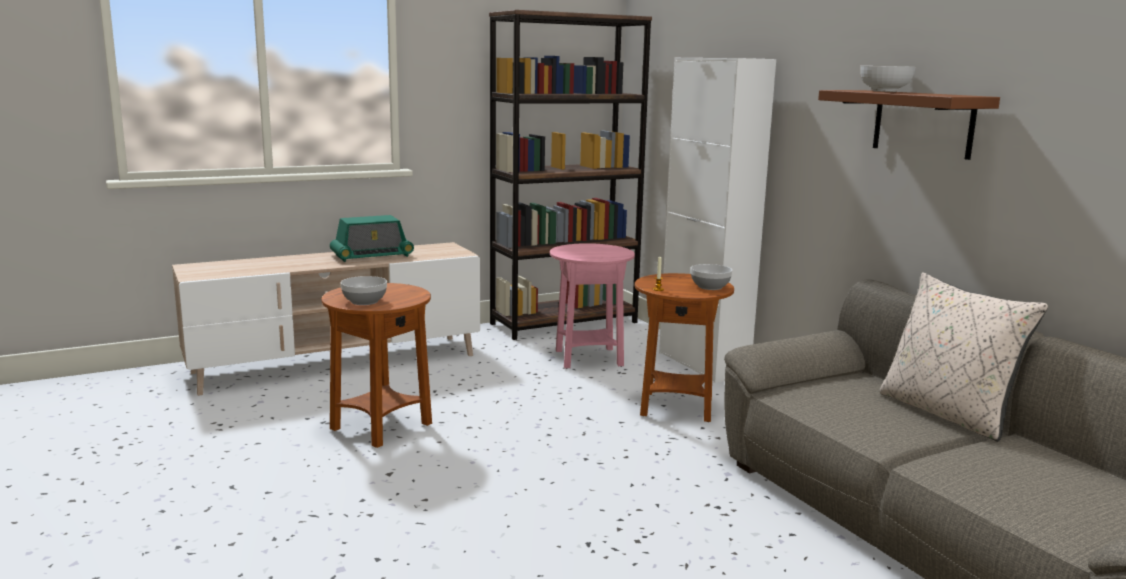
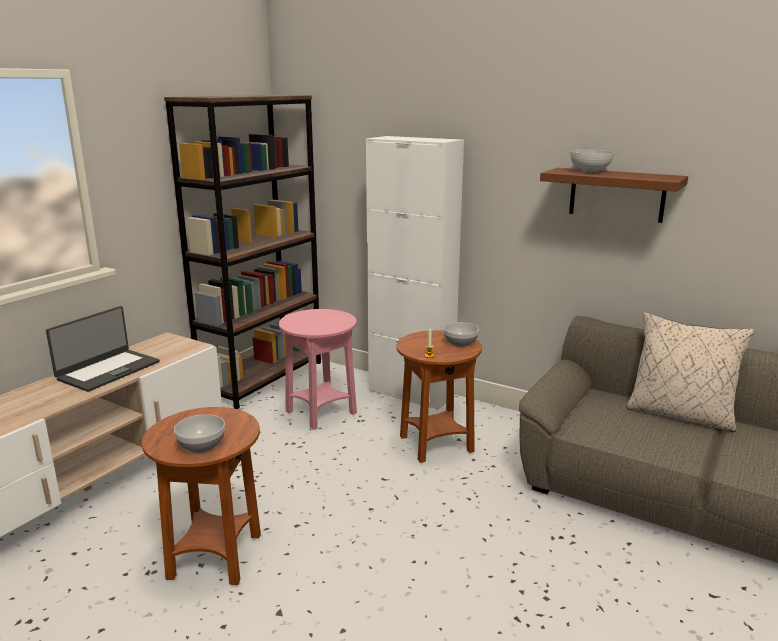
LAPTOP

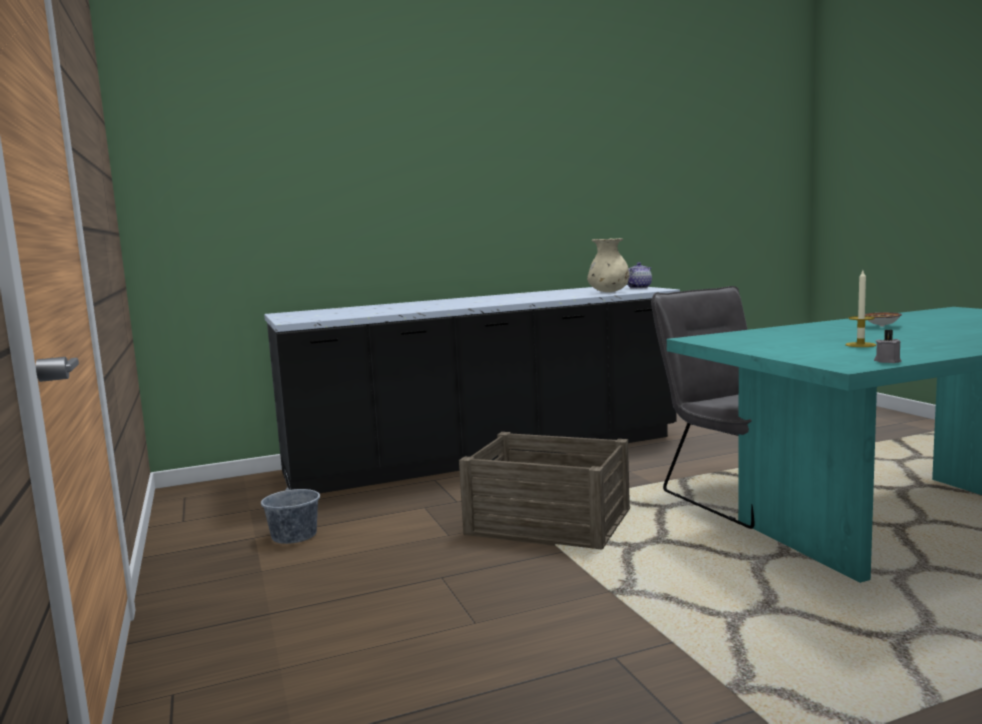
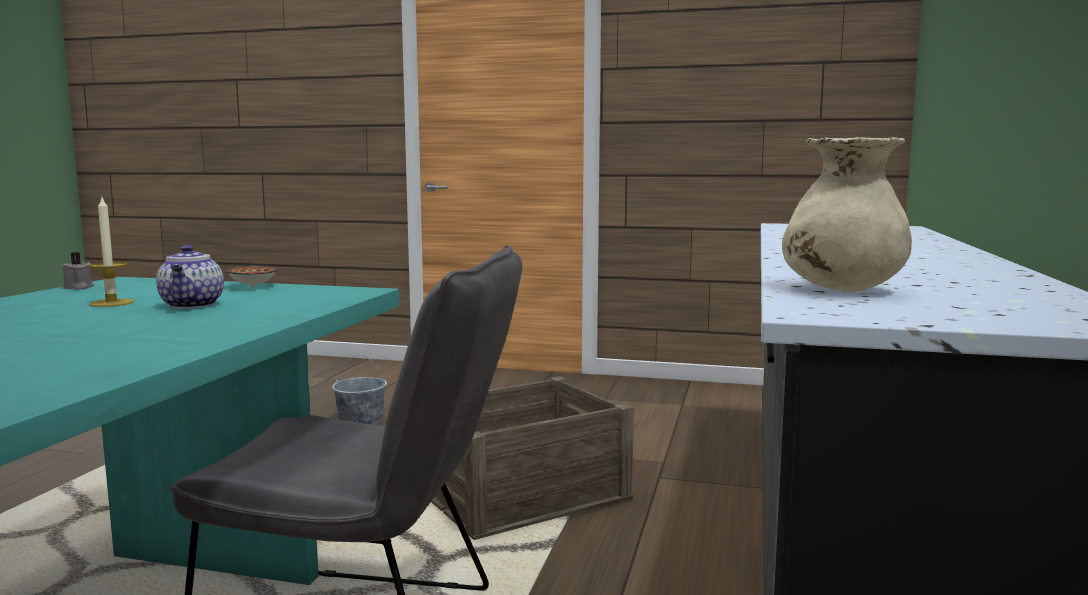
TEAPOT
BOWL
GREY BUCKET

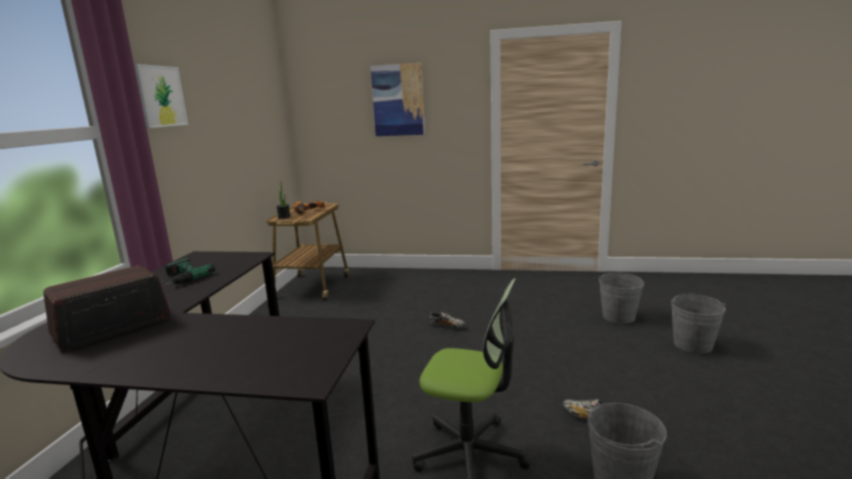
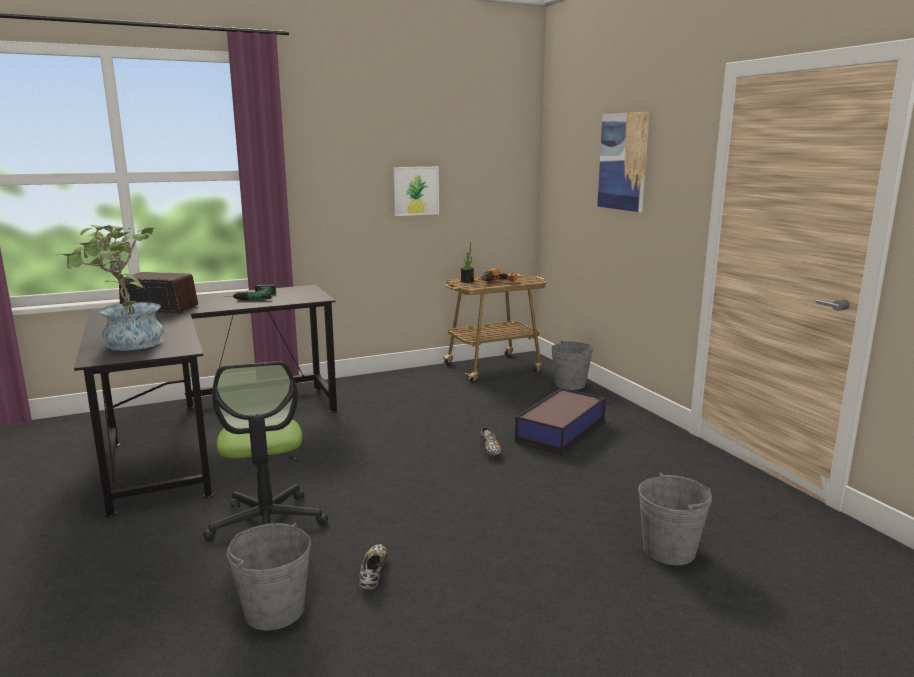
POTTED PLANT (no. 1 from left)
PICTURE (no. 1 from left)
STORAGE BOX
GREY BUCKET (no. 2 from left)

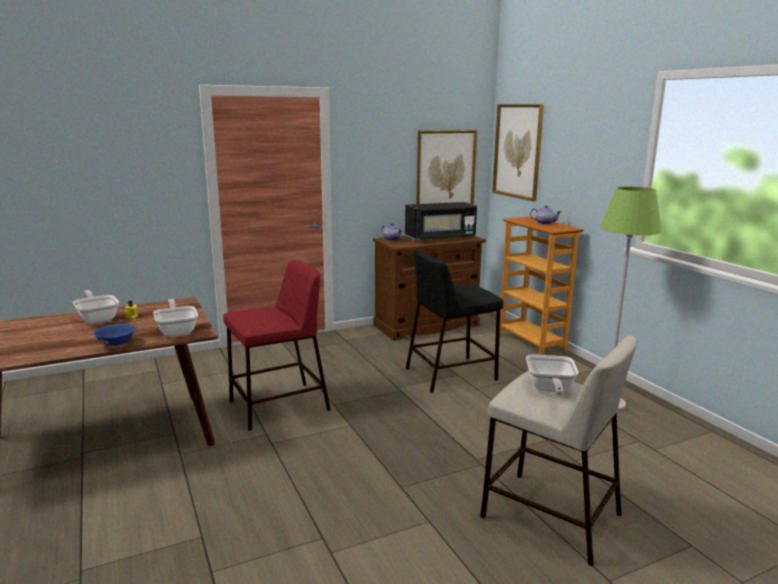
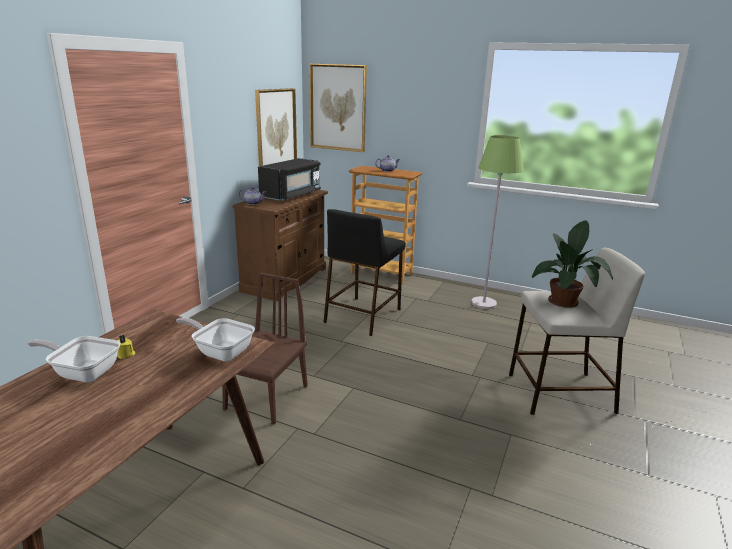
BROWN CHAIR
POTTED PLANT
BLUE BOWL

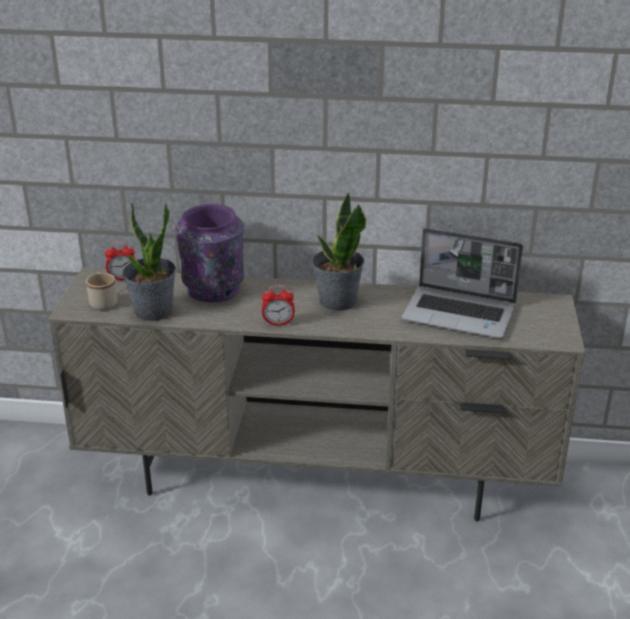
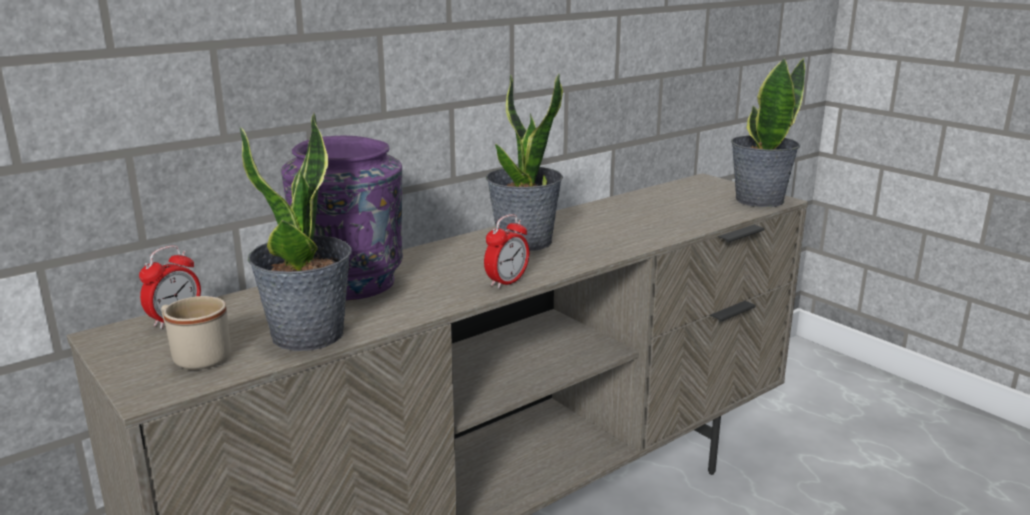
POTTED PLANT (no. 3 from left)
LAPTOP

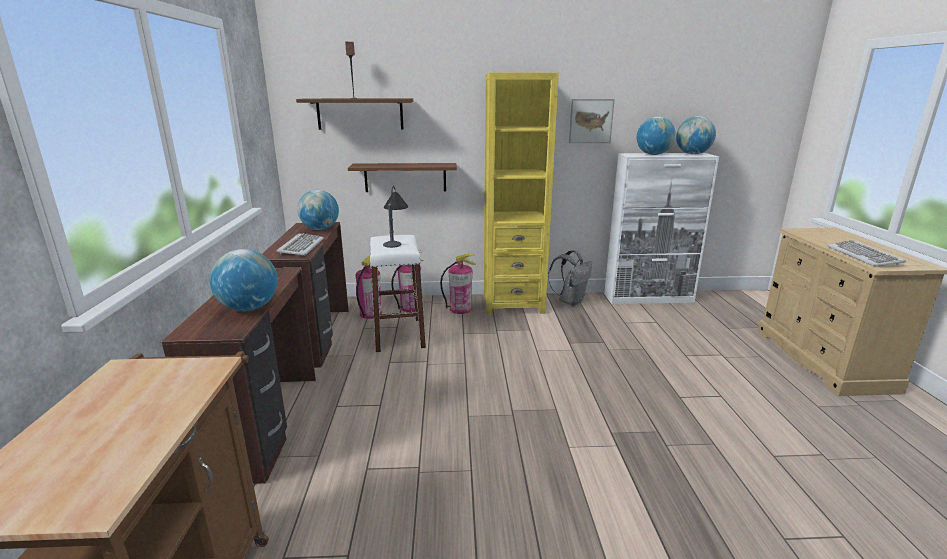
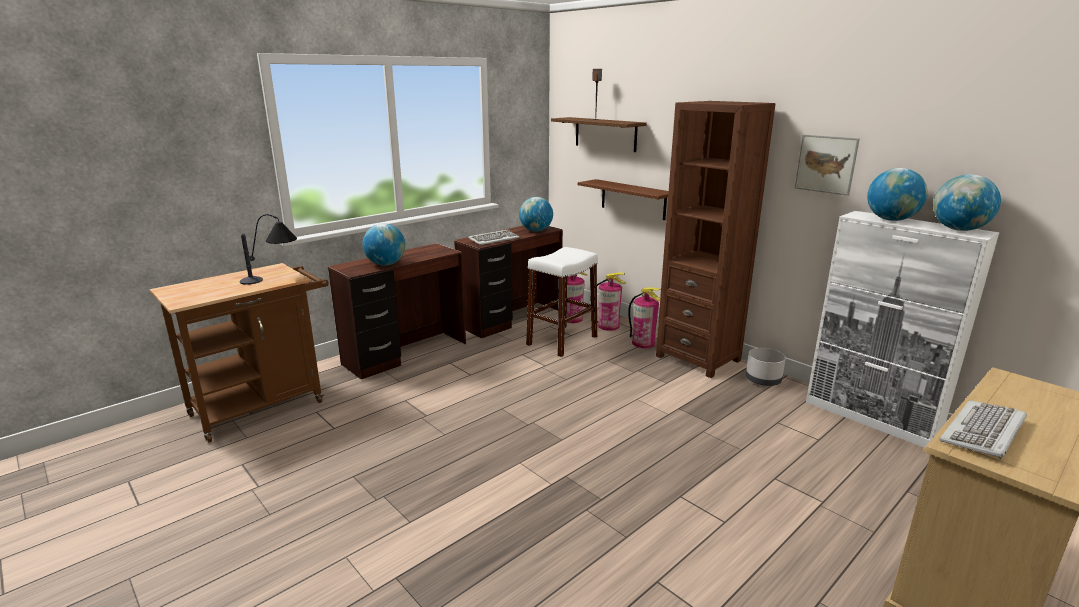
TABLE LAMP
BROWN BOOKCASE
GREY PLANTER

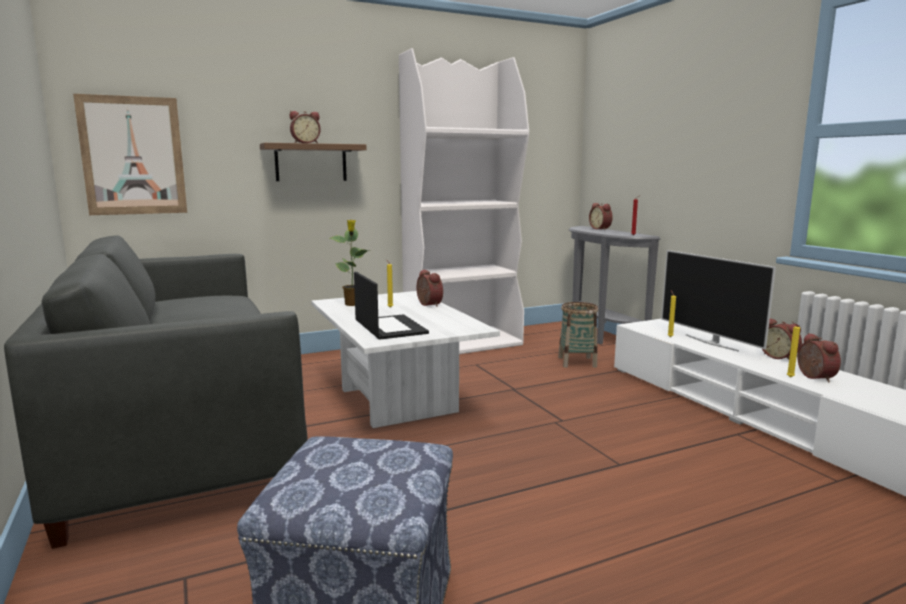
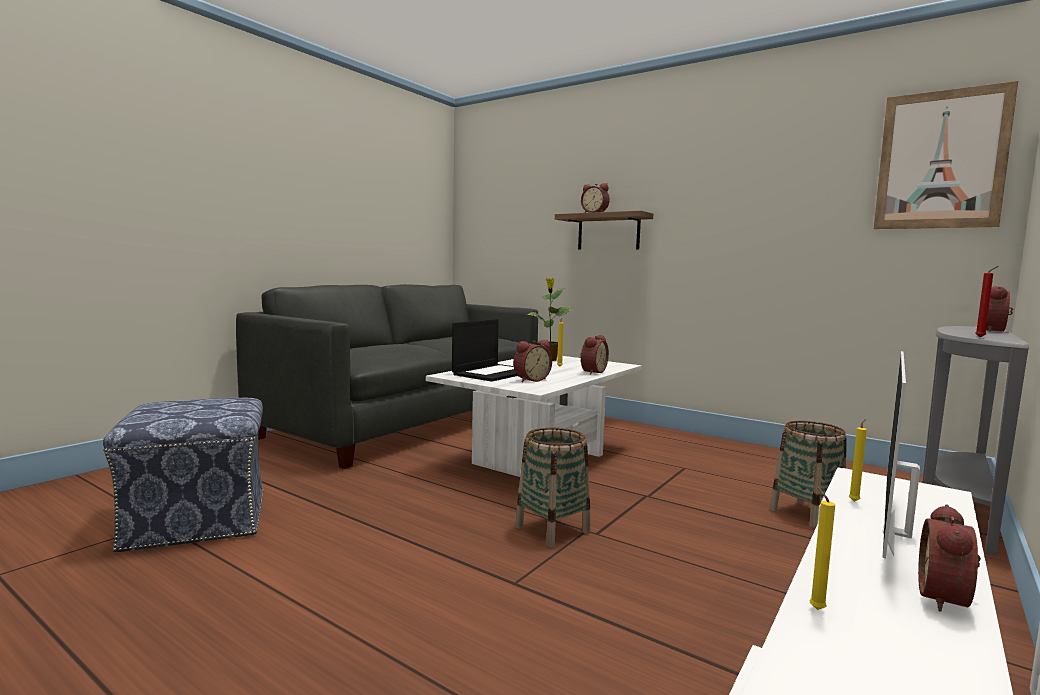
ALARM CLOCK (no. 1 from left)
BASKET (no. 1 from left)
PICTURE
WHITE BOOKCASE

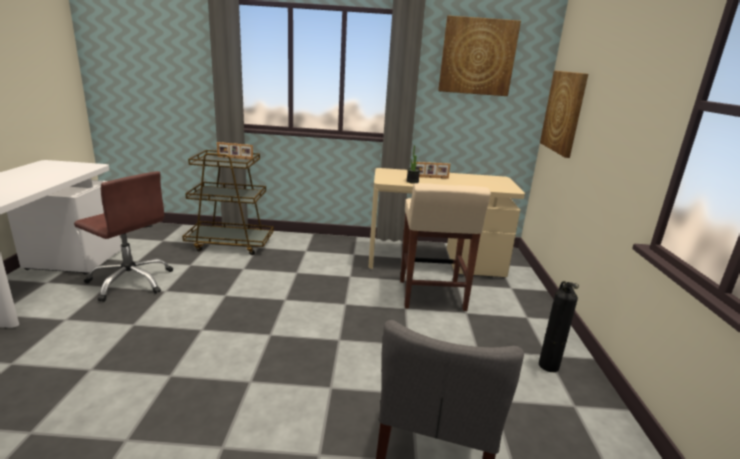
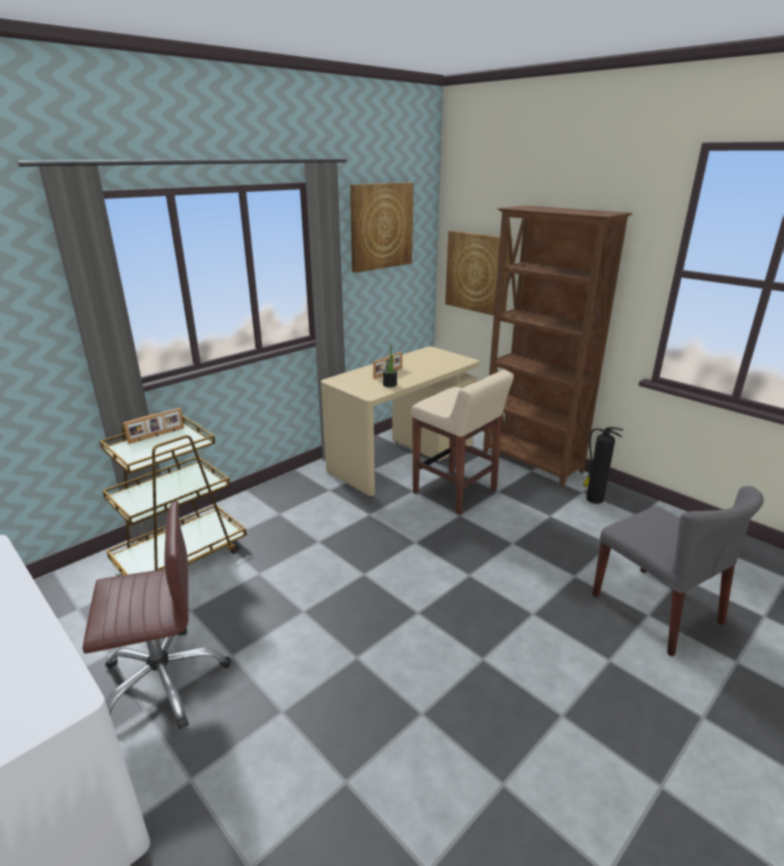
BROWN BOOKCASE

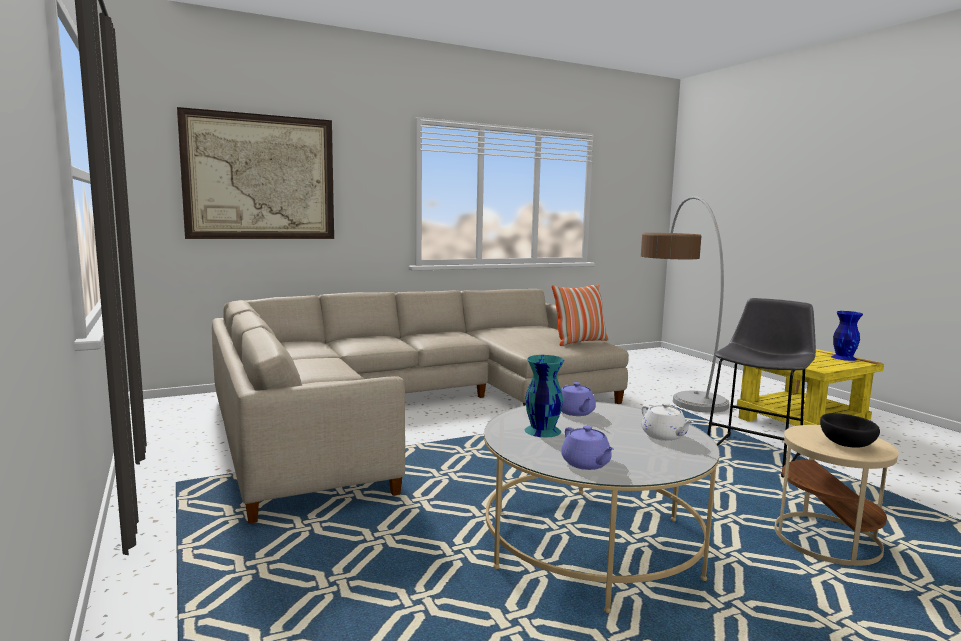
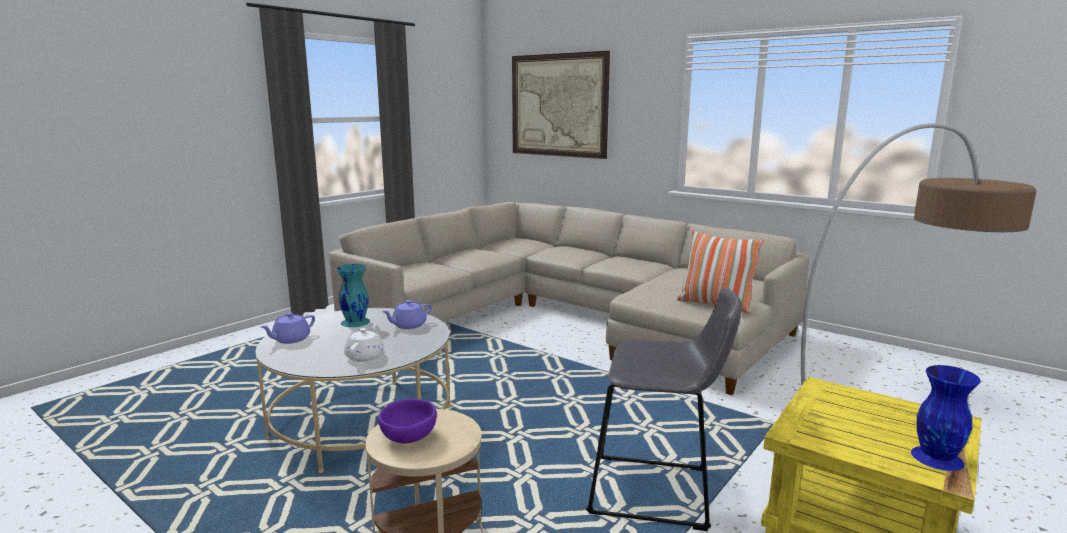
WHITE TEAPOT
PURPLE BOWL

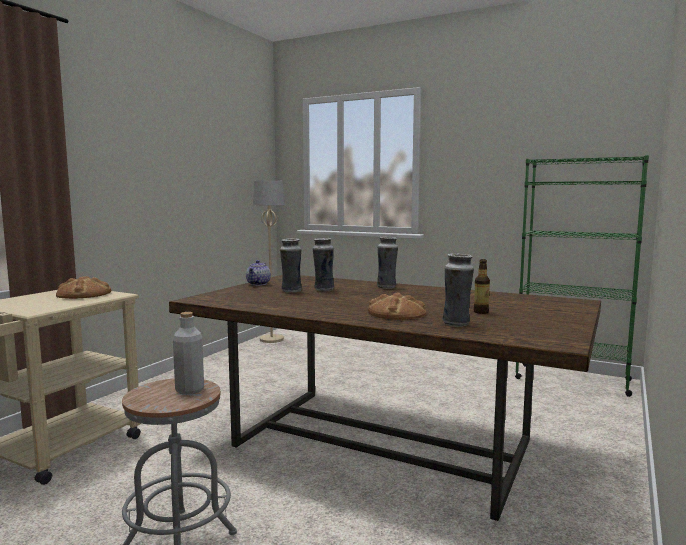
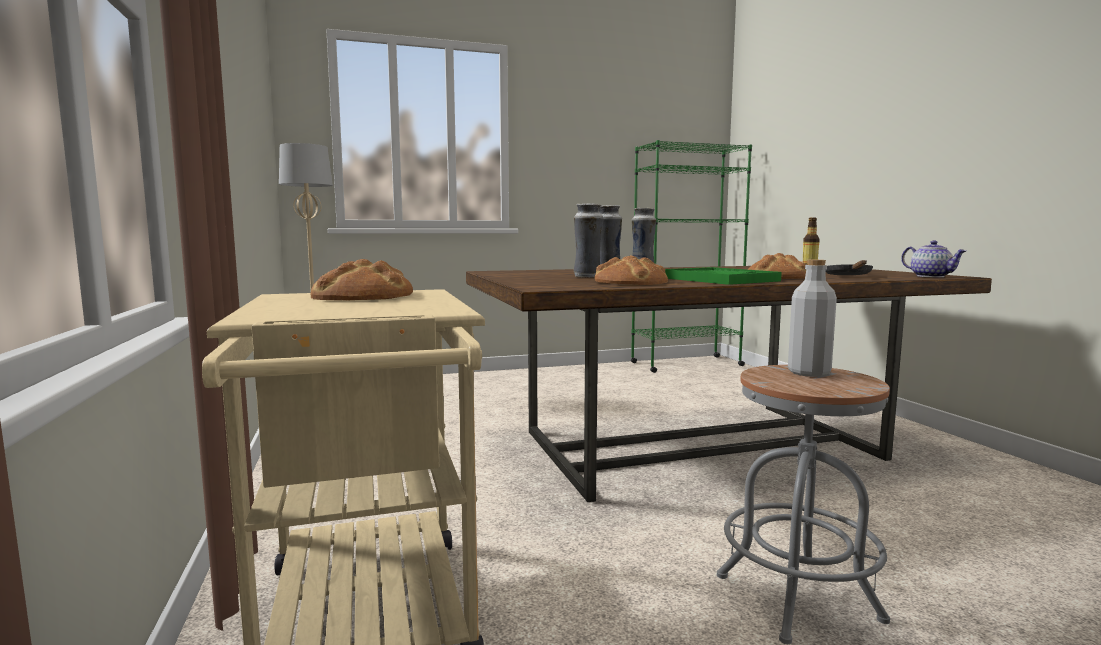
BREAD (no. 2 from left)
GREEN TRAY
BLACK FRYING PAN
TEAPOT

